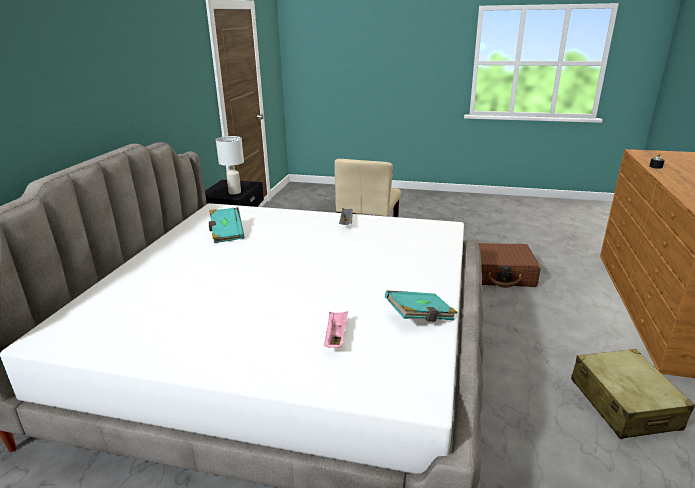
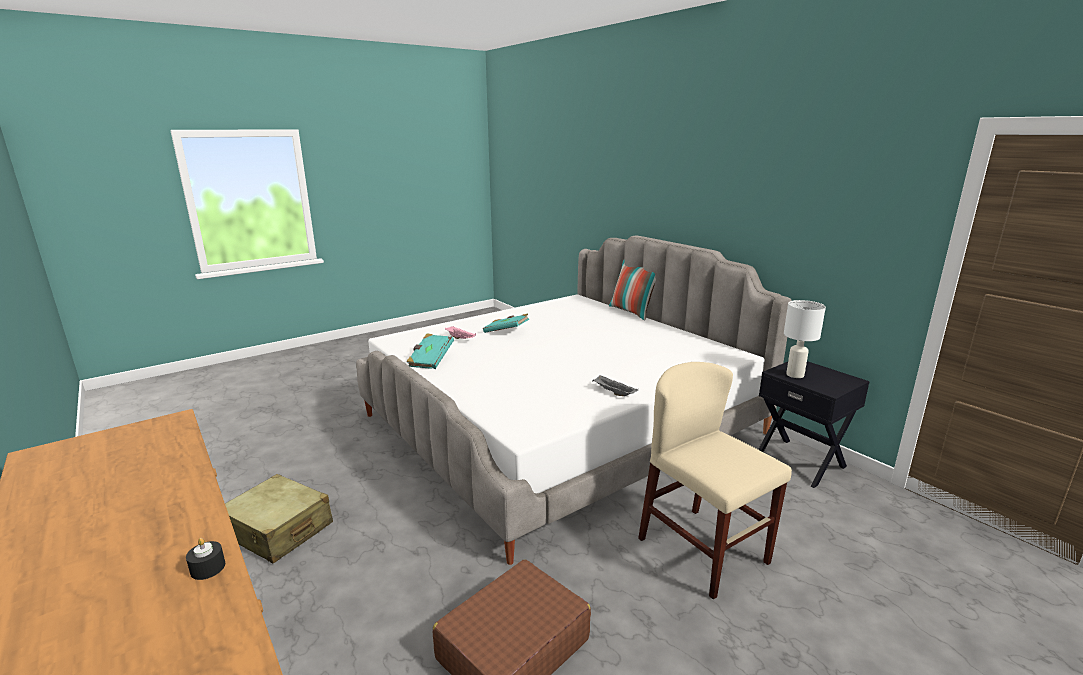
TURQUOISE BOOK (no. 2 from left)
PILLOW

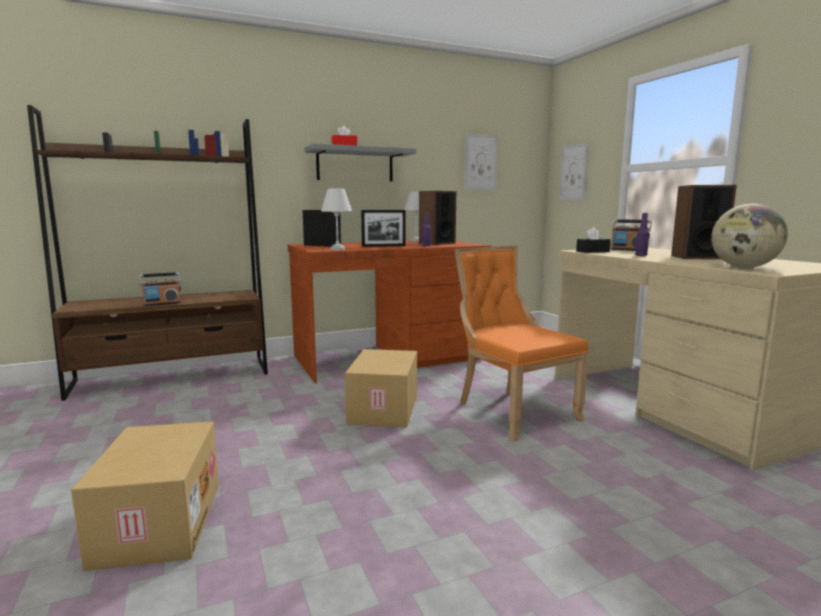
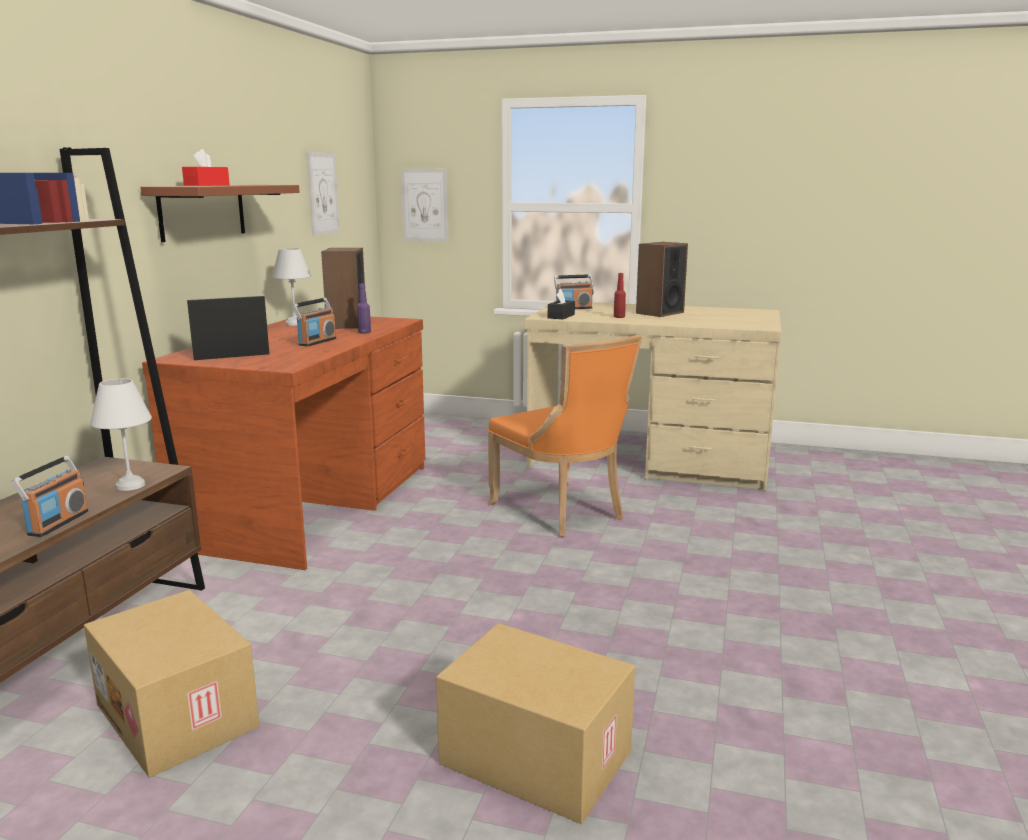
CARDBOARD BOX (no. 1 from left)
WHITE TABLE LAMP (no. 1 from left)
BROWN SHELF
RADIO (no. 2 from left)
ORANGE CHAIR
RED BOTTLE
GLOBE

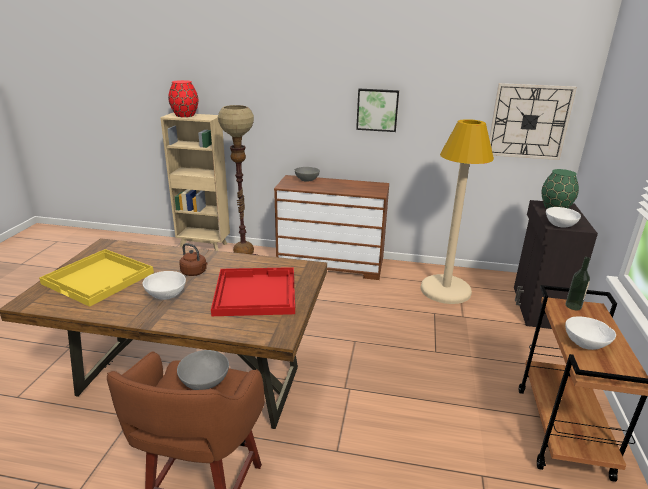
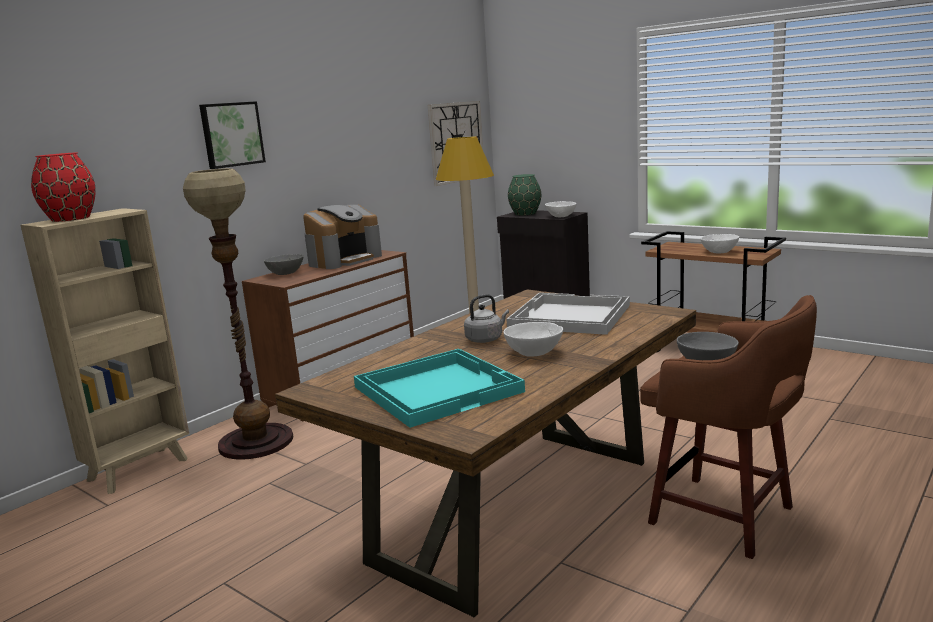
PICTURE
COFFEE MACHINE
TURQUOISE TRAY
GREY KETTLE
WHITE TRAY
BOTTLE

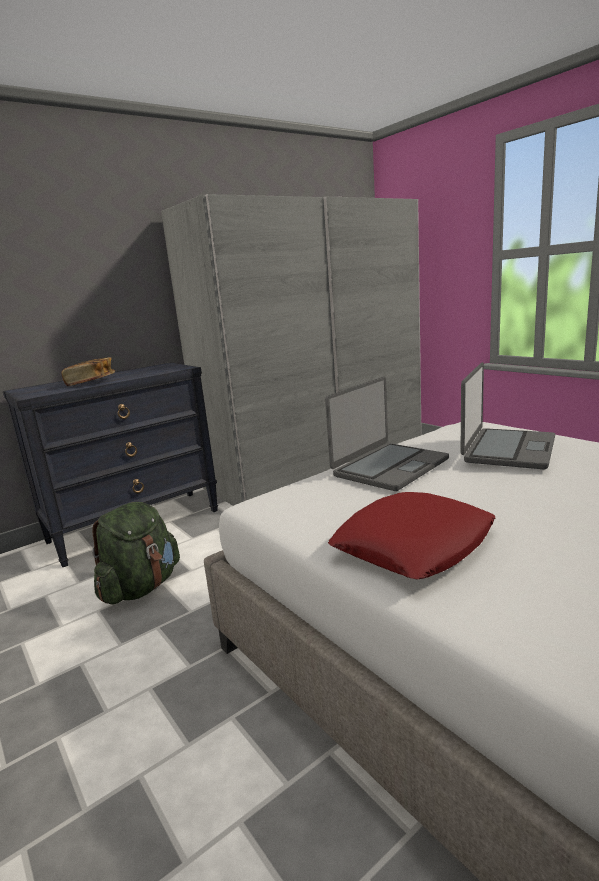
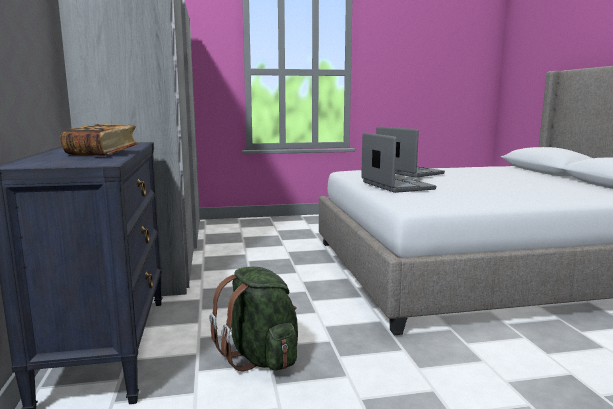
RED PILLOW

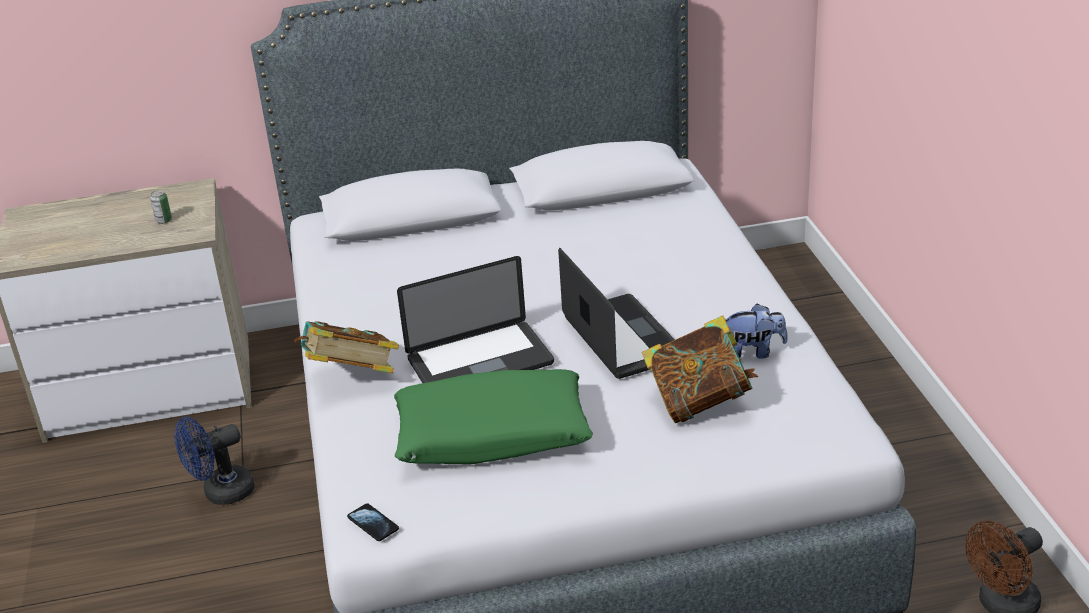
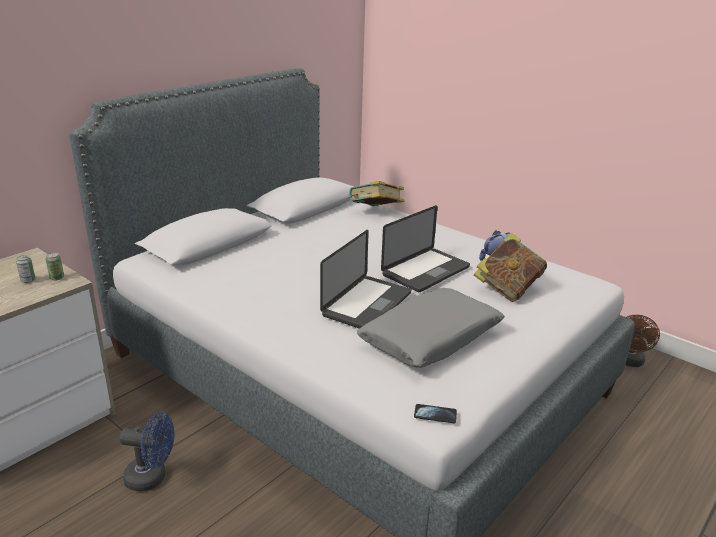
CAN (no. 2 from left)
BLUE FAN
BOOK (no. 1 from left)
GREY PILLOW
LAPTOP (no. 2 from left)

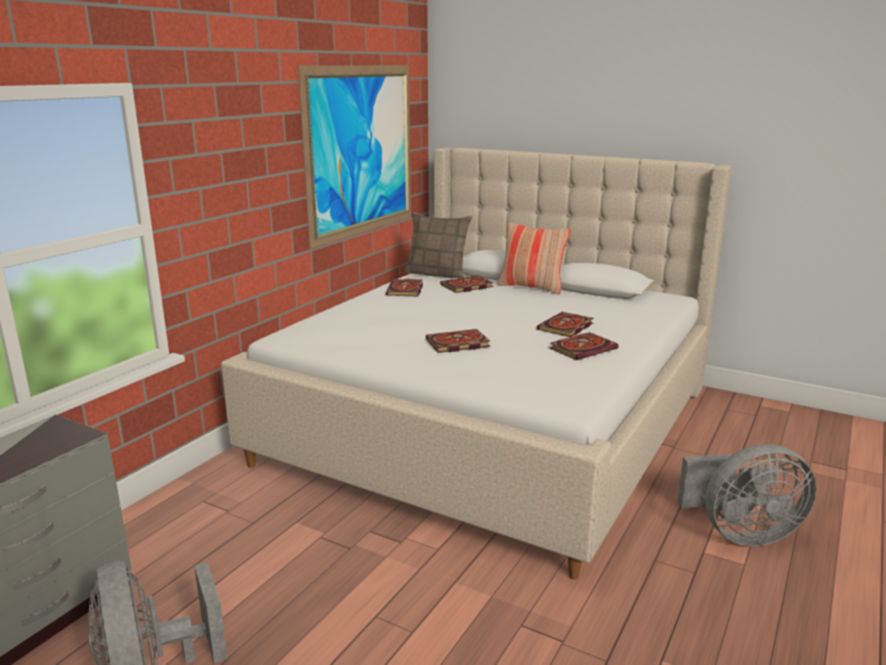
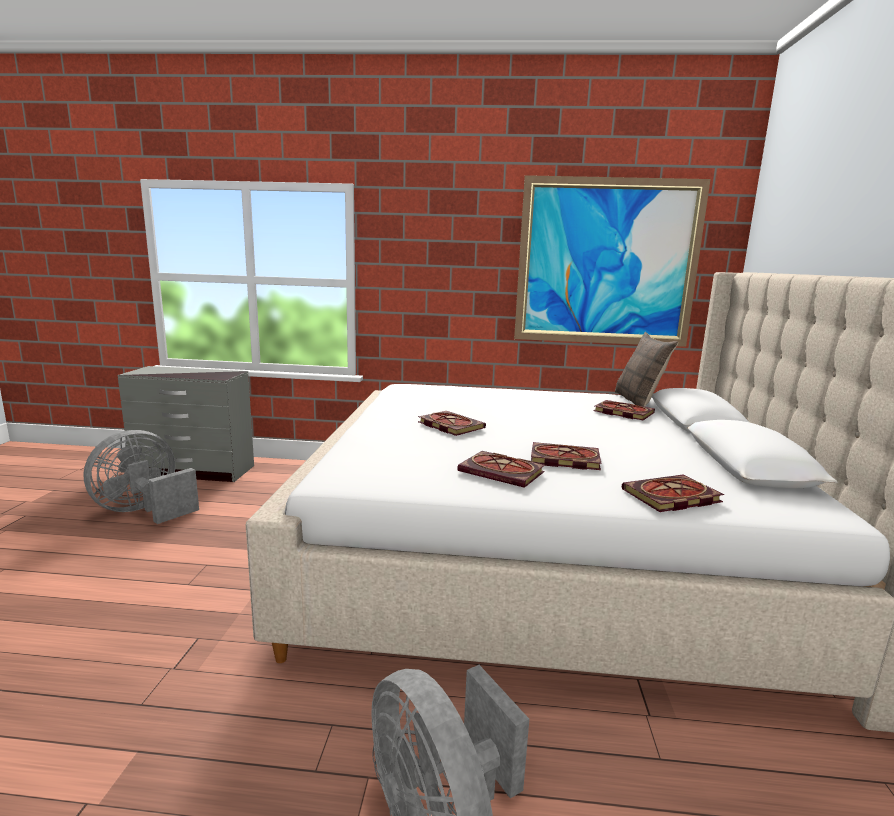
BOOK (no. 5 from left)
PILLOW (no. 2 from left in the first image)

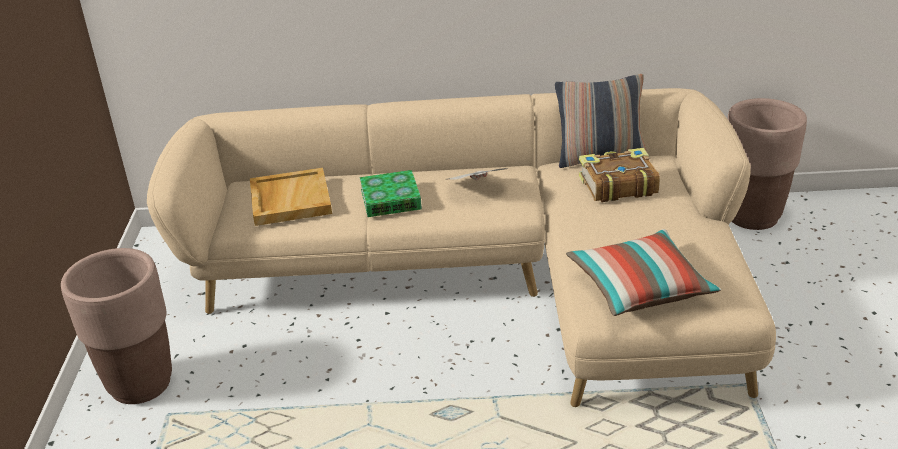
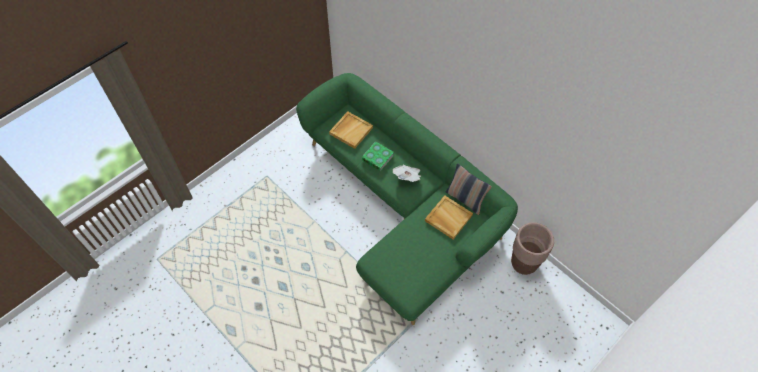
GREEN SOFA
BEIGE TRAY (no. 2 from left)
BROWN PLANTER (no. 1 from left in the first image)
PILLOW (no. 2 from left in the first image)

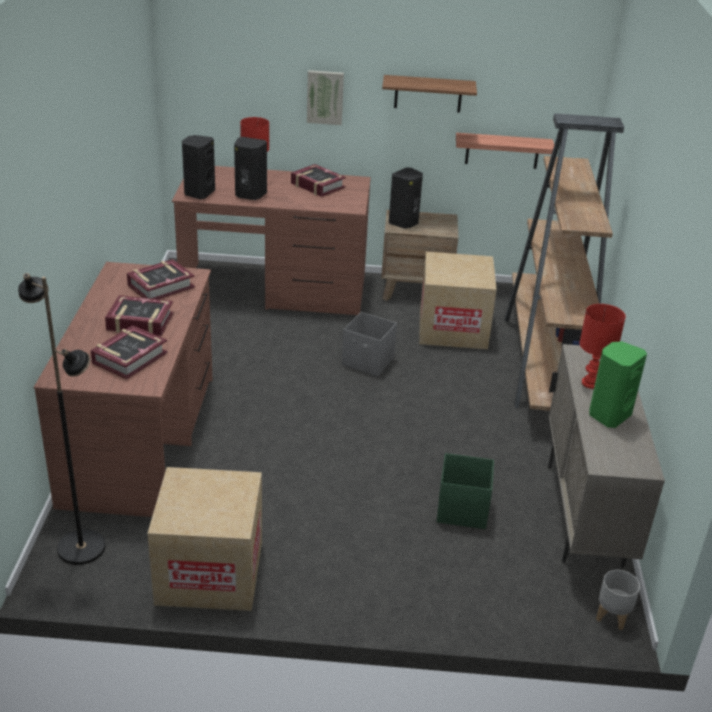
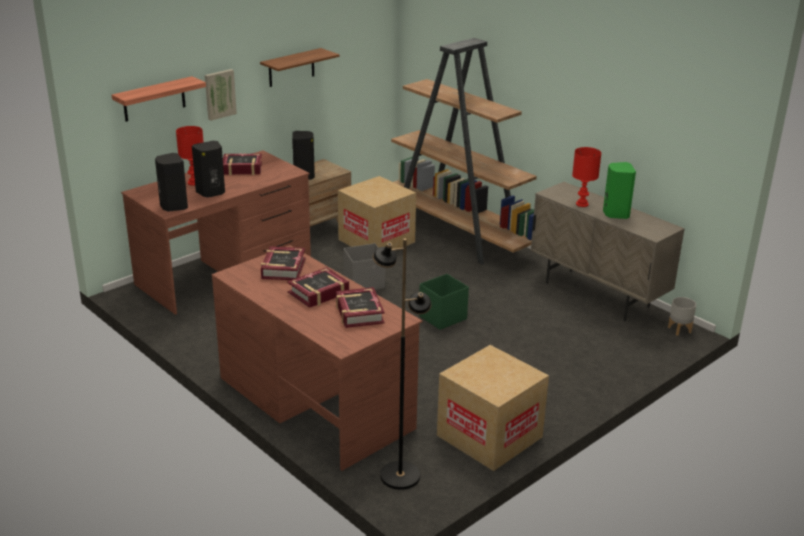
SHELF (no. 1 from left)
GREEN STORAGE BOX

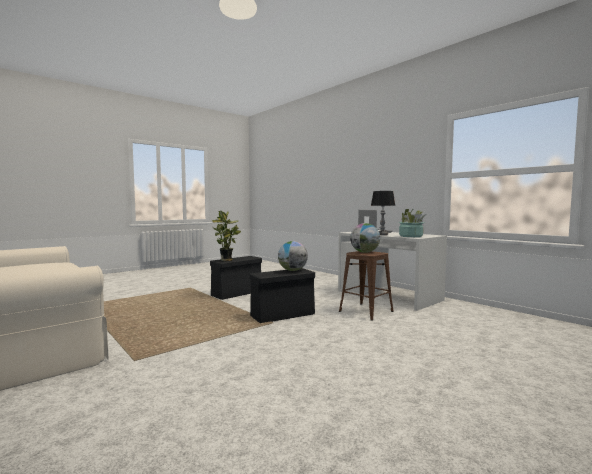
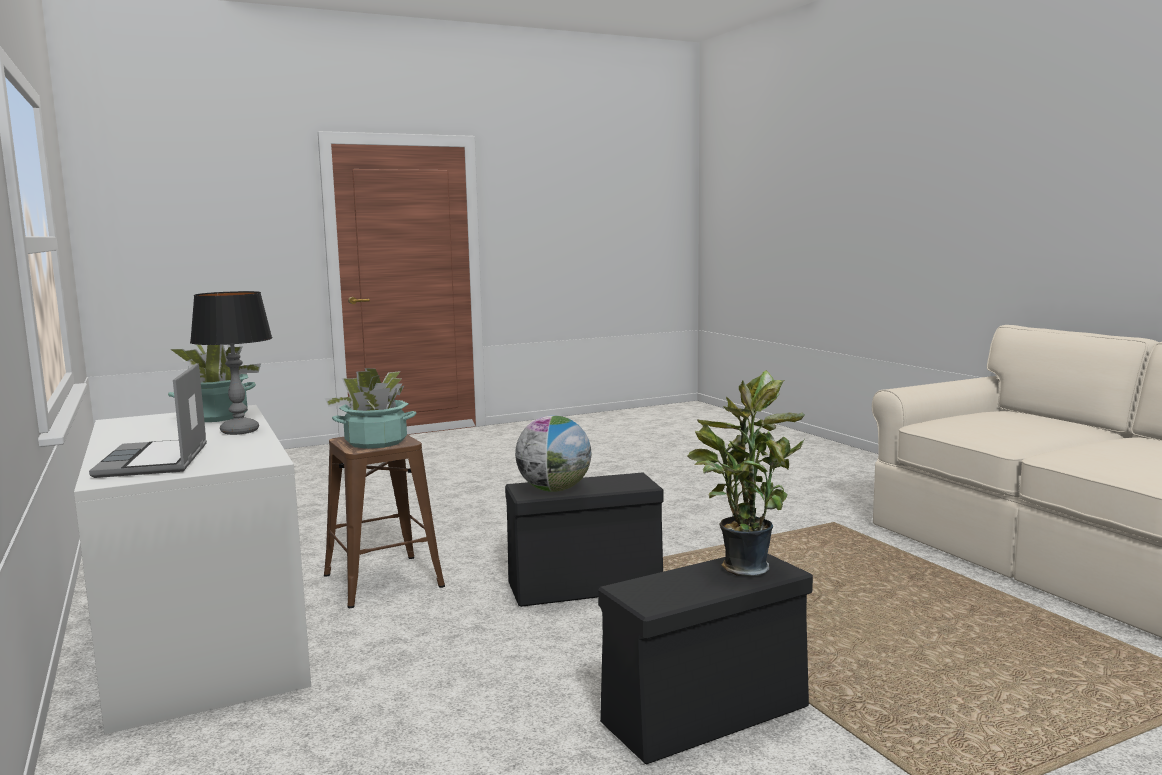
POTTED PLANT (no. 2 from left)

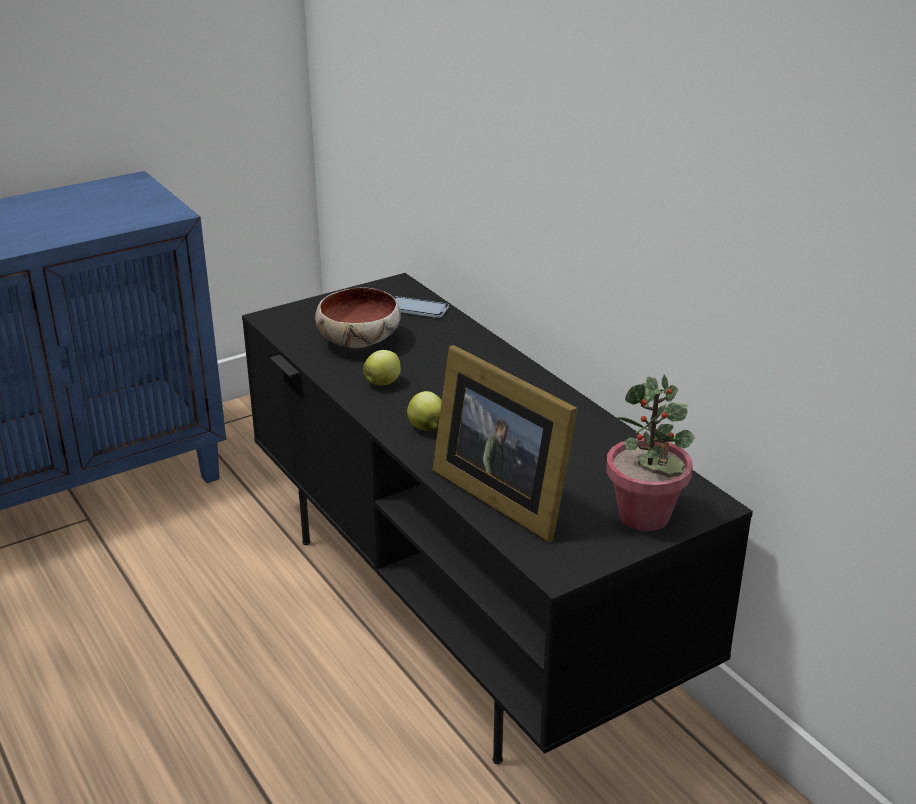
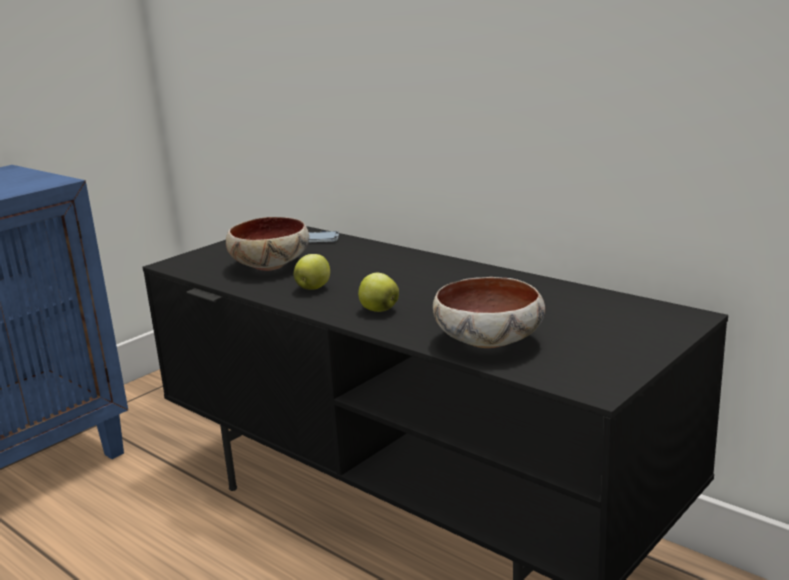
BOWL (no. 2 from left)
POTTED PLANT

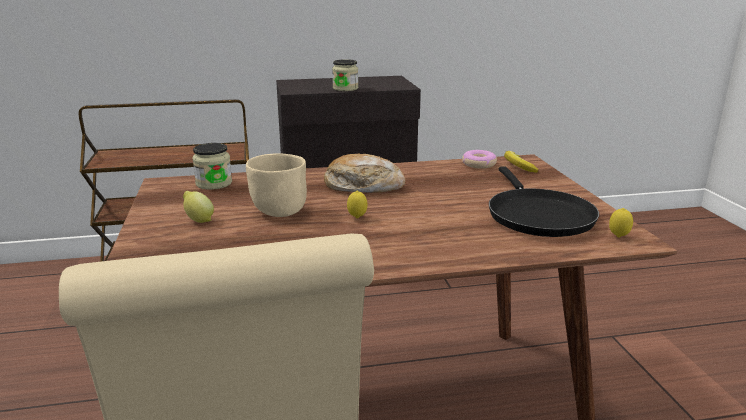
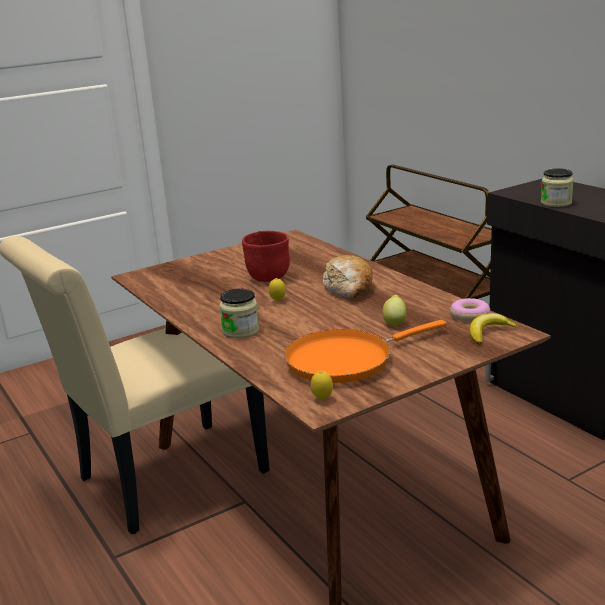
JAR (no. 1 from left)
RED BOWL
ORANGE FRYING PAN
LEMON (no. 3 from left)

